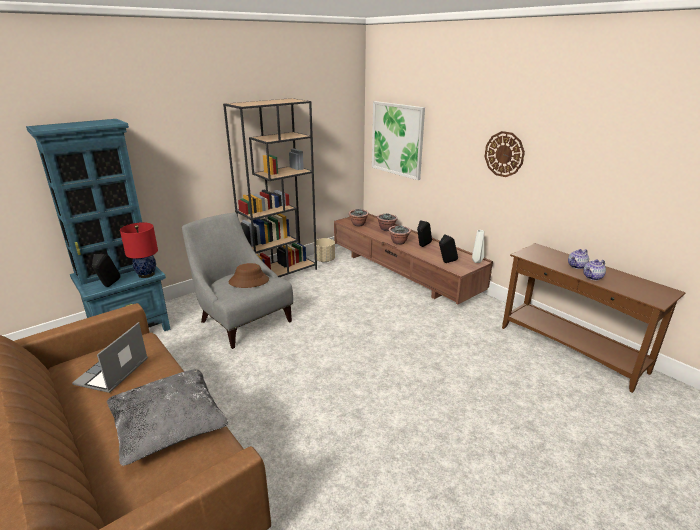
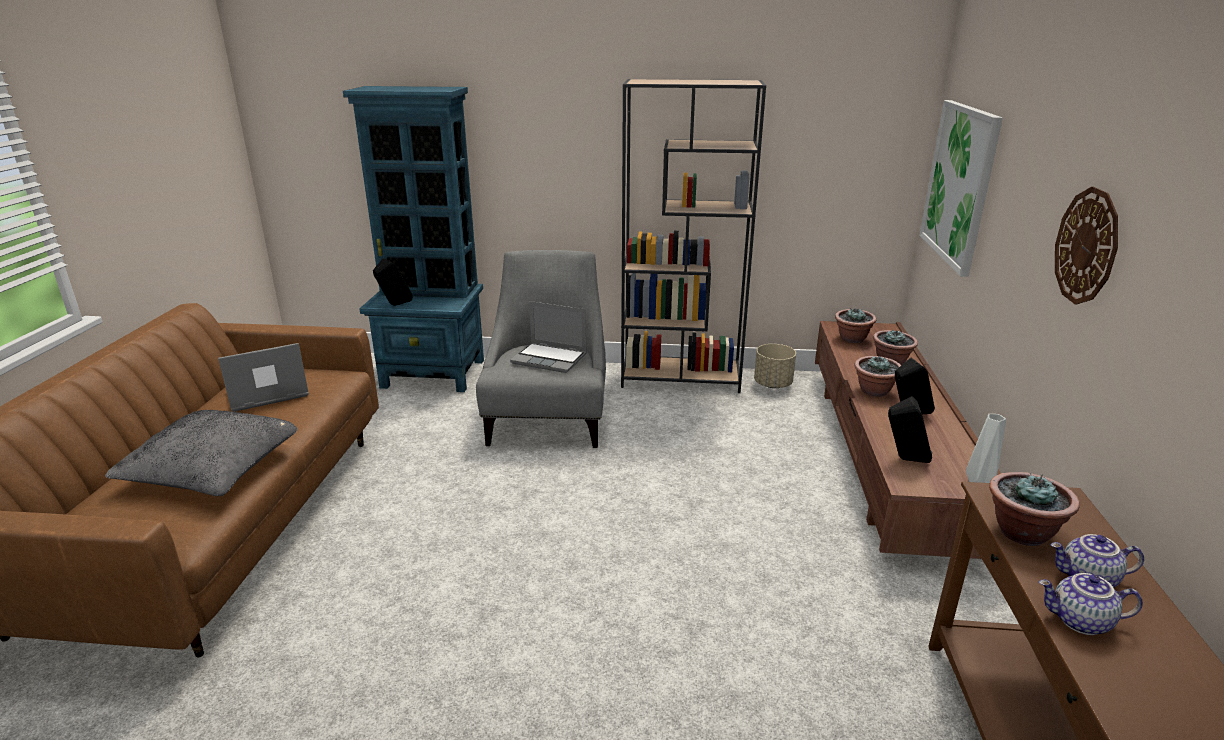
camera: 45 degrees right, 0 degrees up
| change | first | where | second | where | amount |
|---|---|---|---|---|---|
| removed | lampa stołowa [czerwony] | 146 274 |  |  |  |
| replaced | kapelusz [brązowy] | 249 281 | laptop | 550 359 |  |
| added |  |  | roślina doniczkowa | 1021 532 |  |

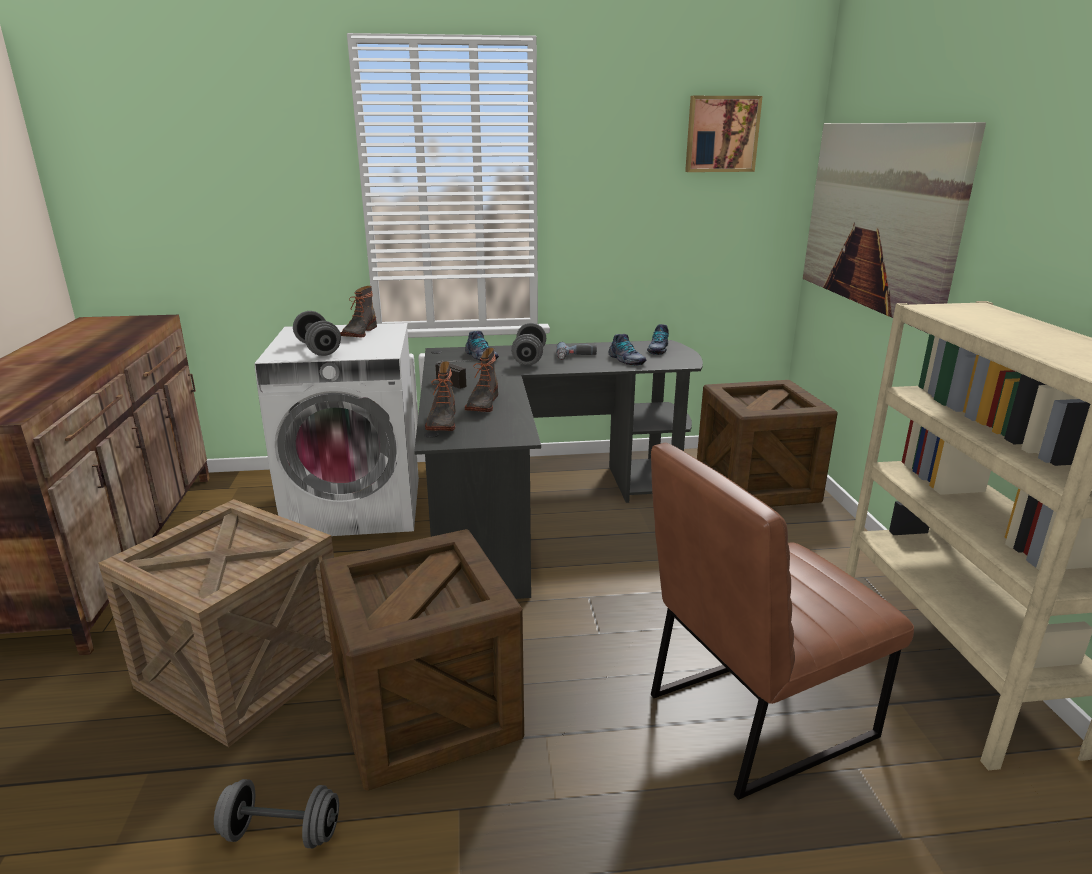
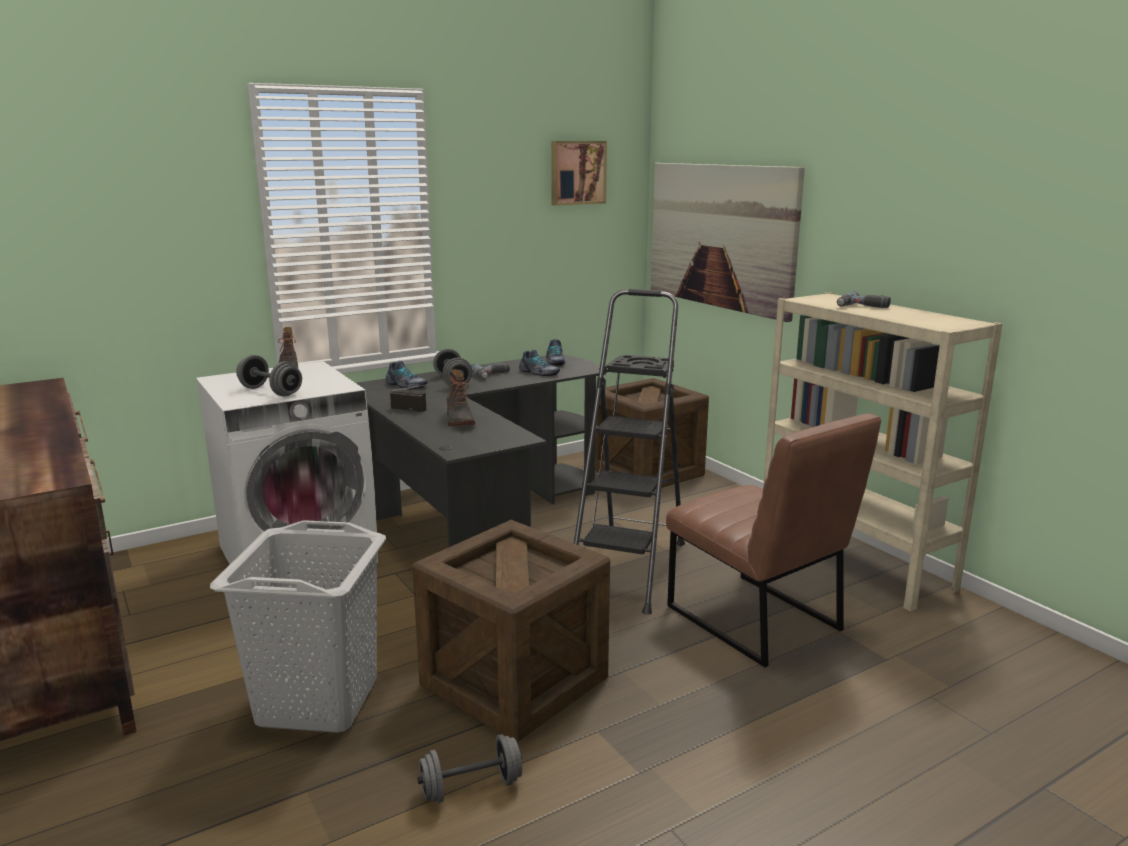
camera: 25 degrees left, 5 degrees down
| change | first | where | second | where | amount |
|---|---|---|---|---|---|
| replaced | skrzynka | 243 671 | kosz na pranie [szary] | 319 701 |  |
| removed | but z cholewką | 441 422 |  |  |  |
| turned | krzesło [brązowy] | 754 716 |  | 756 620 | 75 degrees counterclockwise |
| added |  |  | drabinka | 628 568 |  |
| added |  |  | wiertarka | 862 307 |  |

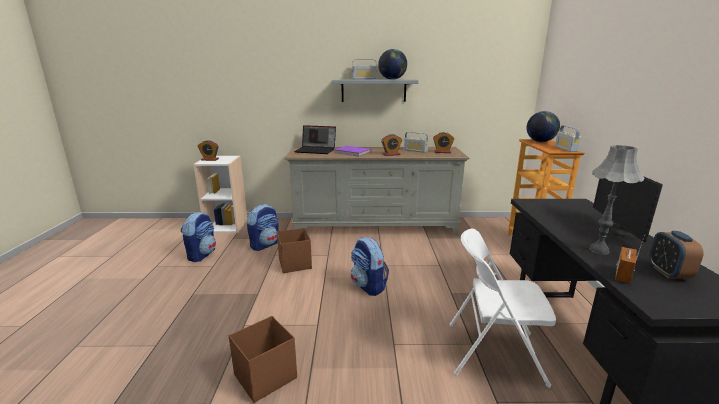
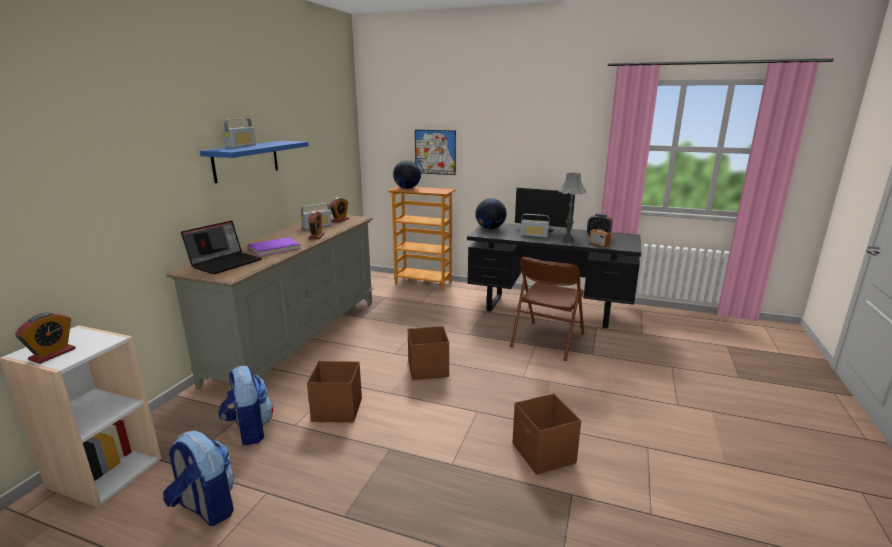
camera: 70 degrees left, 0 degrees up
| change | first | where | second | where | amount |
|---|---|---|---|---|---|
| recoloured | półka [szary] | 373 90 | półka [niebieski] | 246 160 |  |
| replaced | plecak | 368 286 | pojemnik do przechowywania [brązowy] | 429 369 |  |
| moved | globus | 392 79 |  | 490 228 |  |
| recoloured | krzesło [biały] | 494 352 | krzesło [brązowy] | 547 340 |  |
| moved | radio | 566 149 |  | 534 235 |  |
| added |  |  | obraz | 435 152 |  |

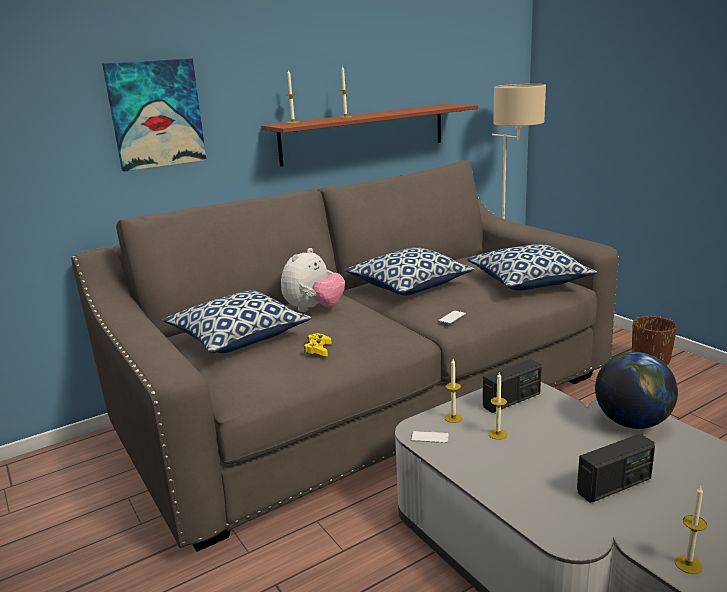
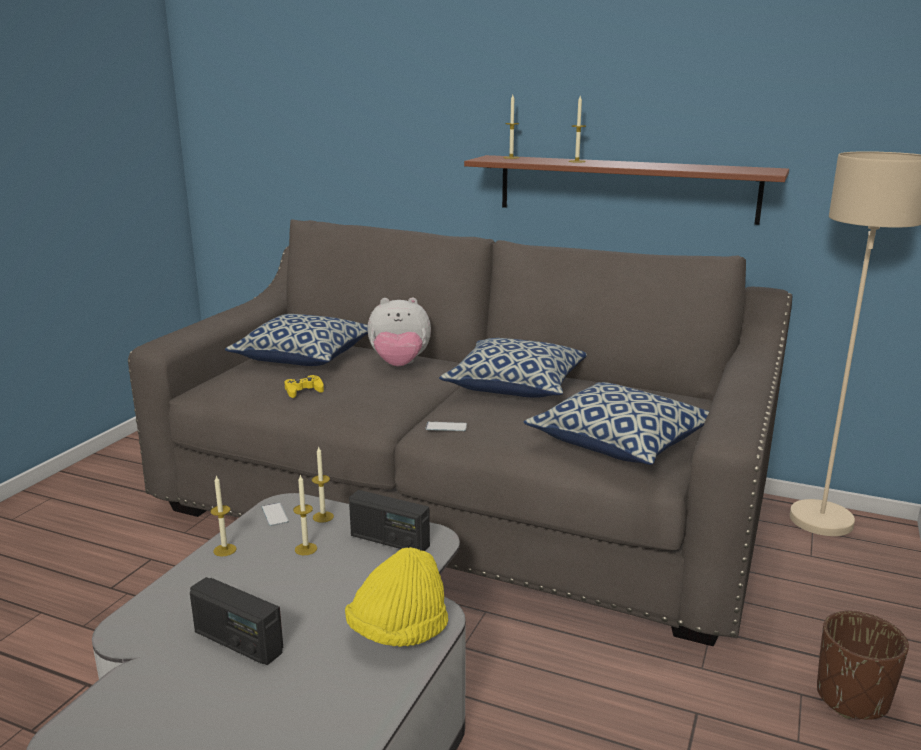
camera: 55 degrees right, 0 degrees up
| change | first | where | second | where | amount |
|---|---|---|---|---|---|
| removed | obraz | 156 114 |  |  |  |
| replaced | globus | 632 422 | kapelusz [żółty] | 398 632 |  |
| moved | świeca | 688 564 |  | 225 550 |  |

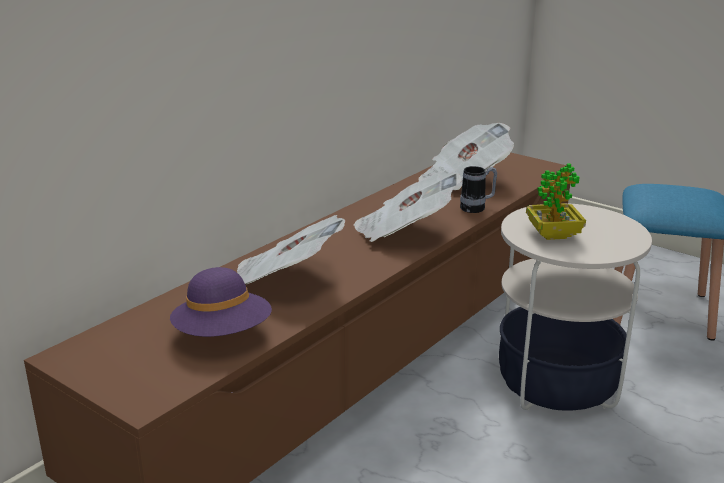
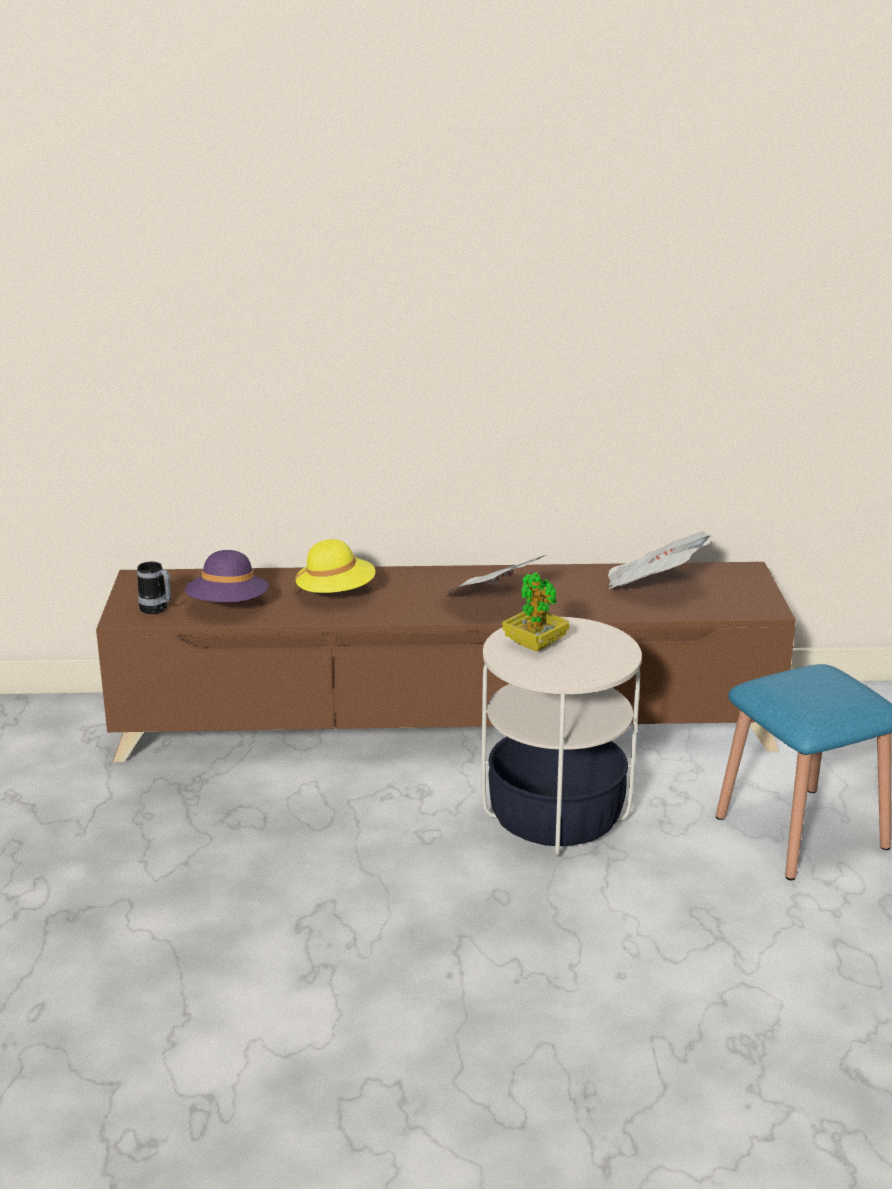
camera: 50 degrees right, 0 degrees up
| change | first | where | second | where | amount |
|---|---|---|---|---|---|
| replaced | gazeta | 286 279 | kapelusz [żółty] | 336 593 |  |
| moved | kubek | 477 208 |  | 157 610 |  |

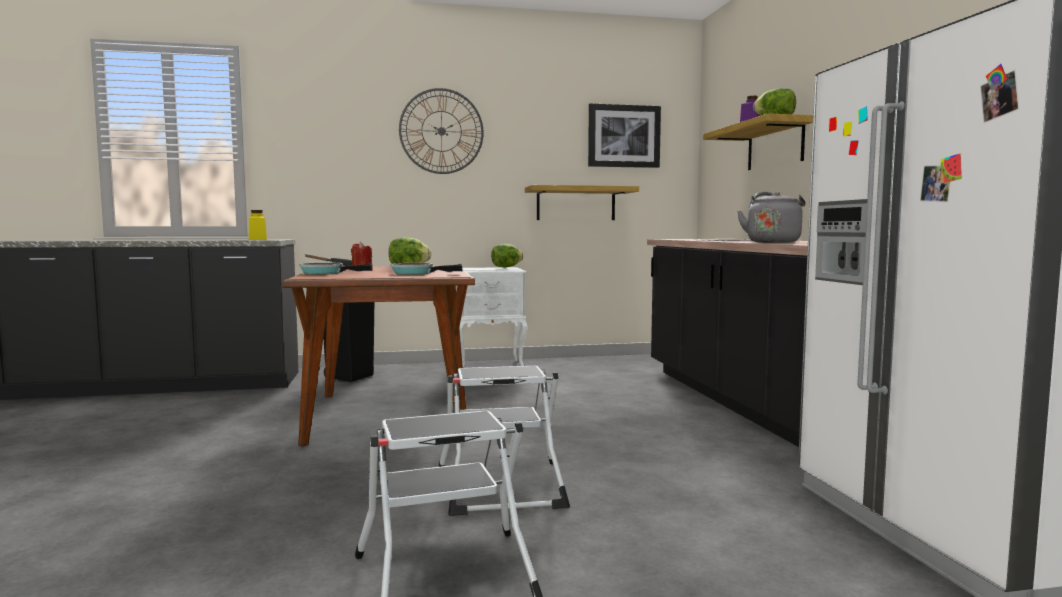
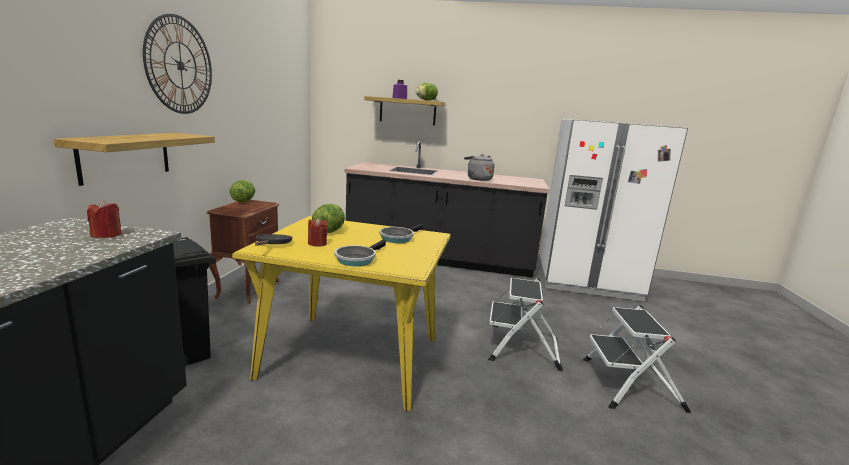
camera: 70 degrees left, 10 degrees up
| change | first | where | second | where | amount |
|---|---|---|---|---|---|
| replaced | słoik [żółty] | 258 239 | świeca [czerwony] | 107 235 |  |
| recoloured | stół jadalny [brązowy] | 388 414 | stół jadalny [żółty] | 351 357 |  |
| recoloured | szafka nocna [biały] | 490 365 | szafka nocna [brązowy] | 248 289 |  |
| moved | półka | 576 204 |  | 125 156 |  |
| removed | obraz | 624 136 |  |  |  |

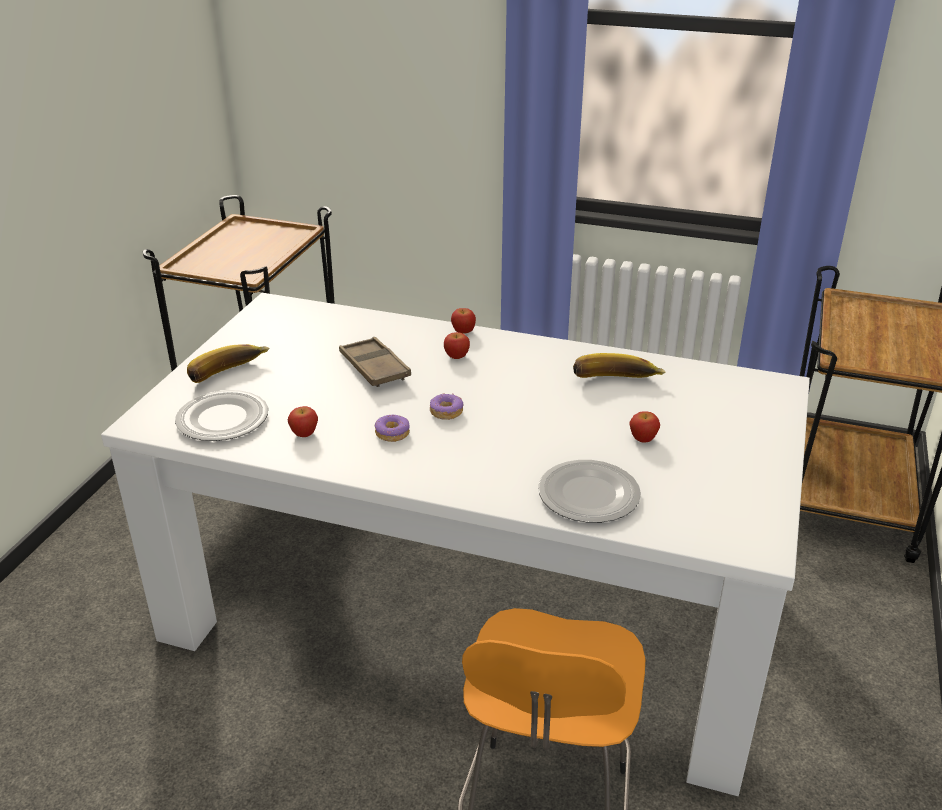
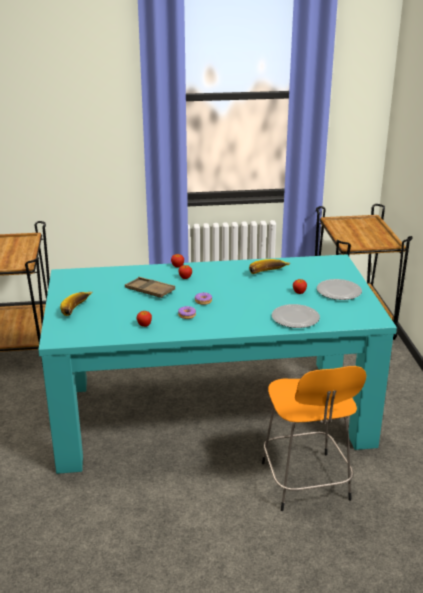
camera: 25 degrees left, 5 degrees down
| change | first | where | second | where | amount |
|---|---|---|---|---|---|
| recoloured | stół jadalny [biały] | 471 609 | stół jadalny [turkusowy] | 211 412 |  |
| moved | talerz | 221 419 |  | 338 291 |  |

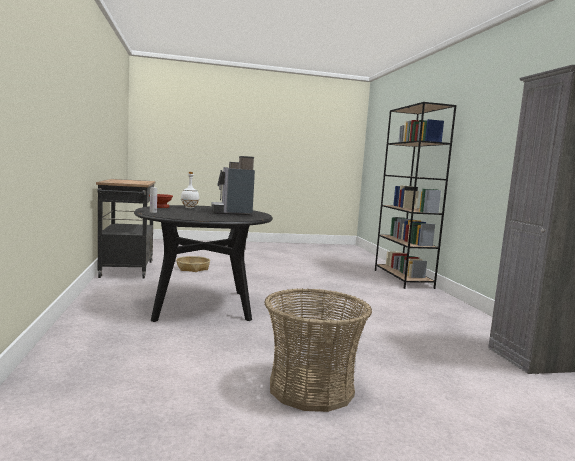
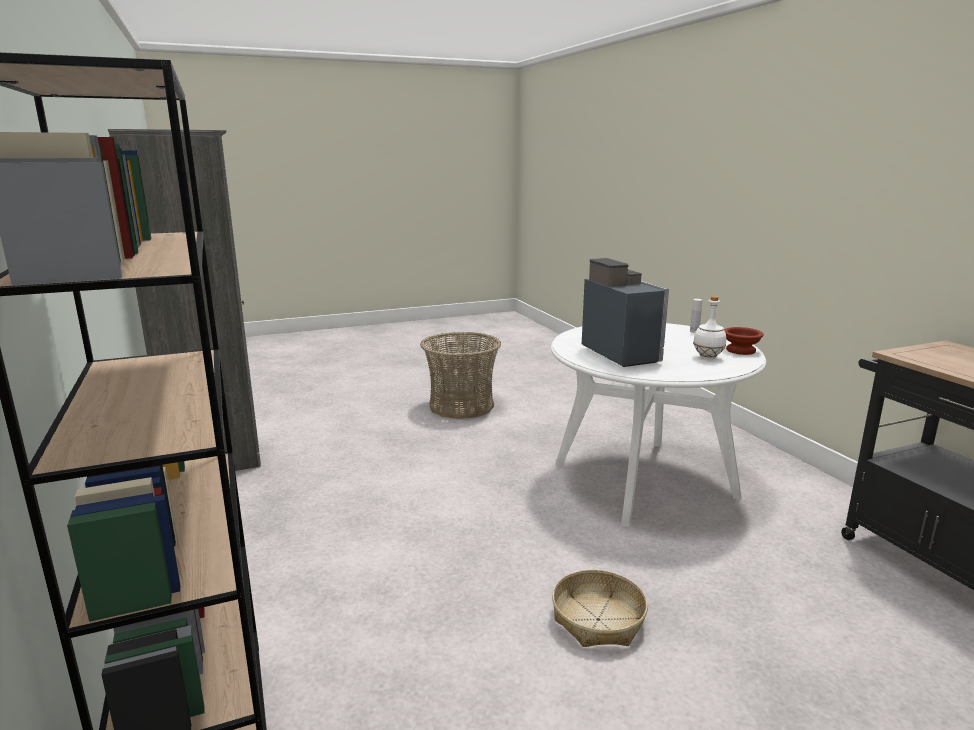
camera: 170 degrees right, 10 degrees up
| change | first | where | second | where | amount |
|---|---|---|---|---|---|
| recoloured | stół jadalny [czarny] | 201 305 | stół jadalny [biały] | 643 480 |  |
| moved | koszyk | 192 268 |  | 598 619 |  |

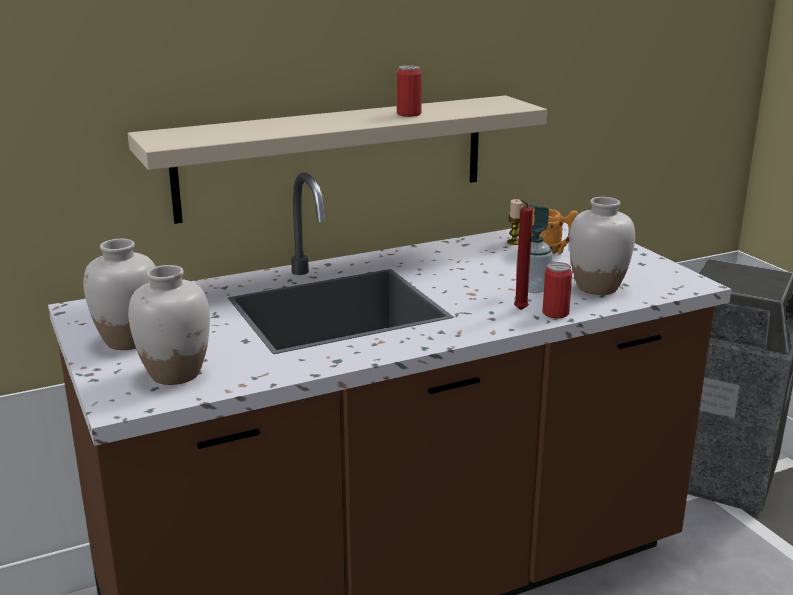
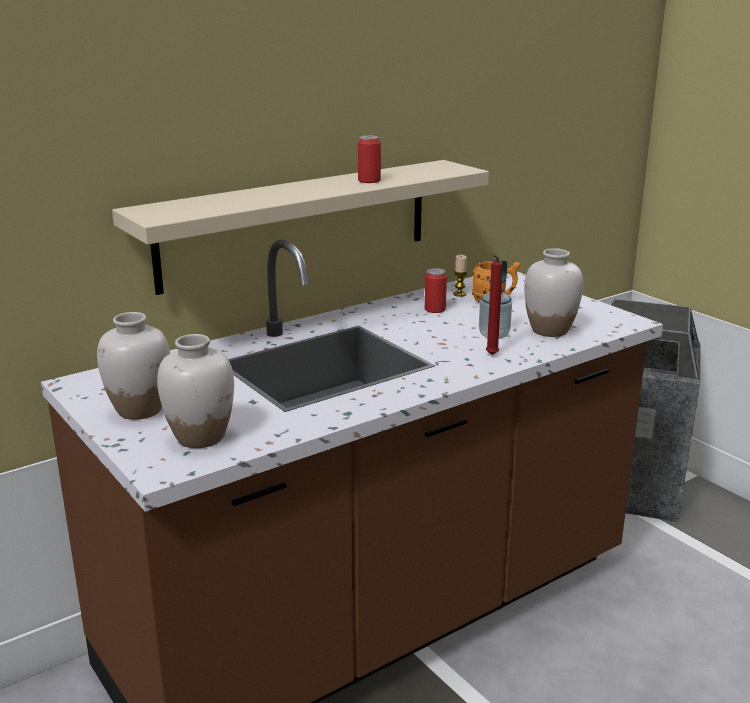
camera: 10 degrees left, 0 degrees up
| change | first | where | second | where | amount |
|---|---|---|---|---|---|
| moved | puszka | 555 313 |  | 435 309 |  |

